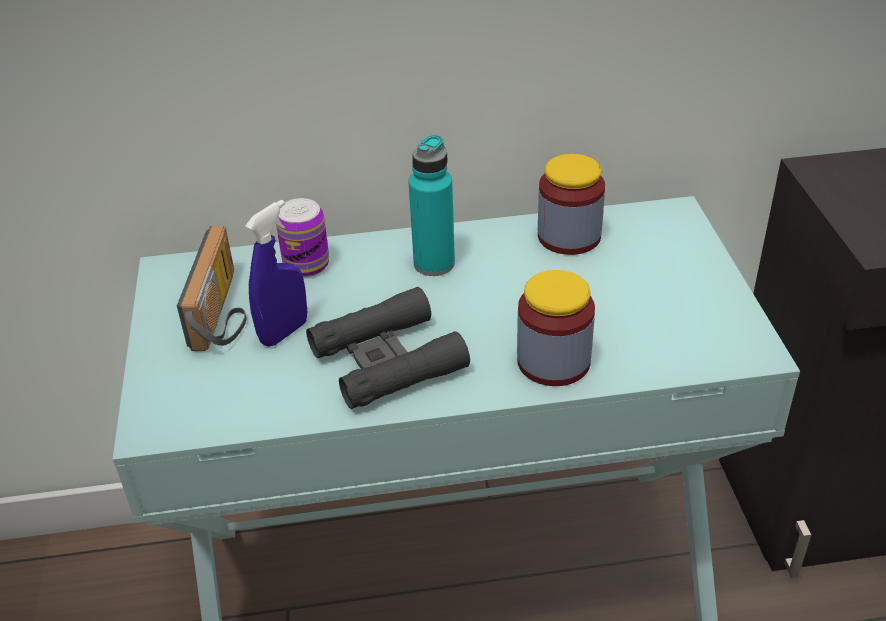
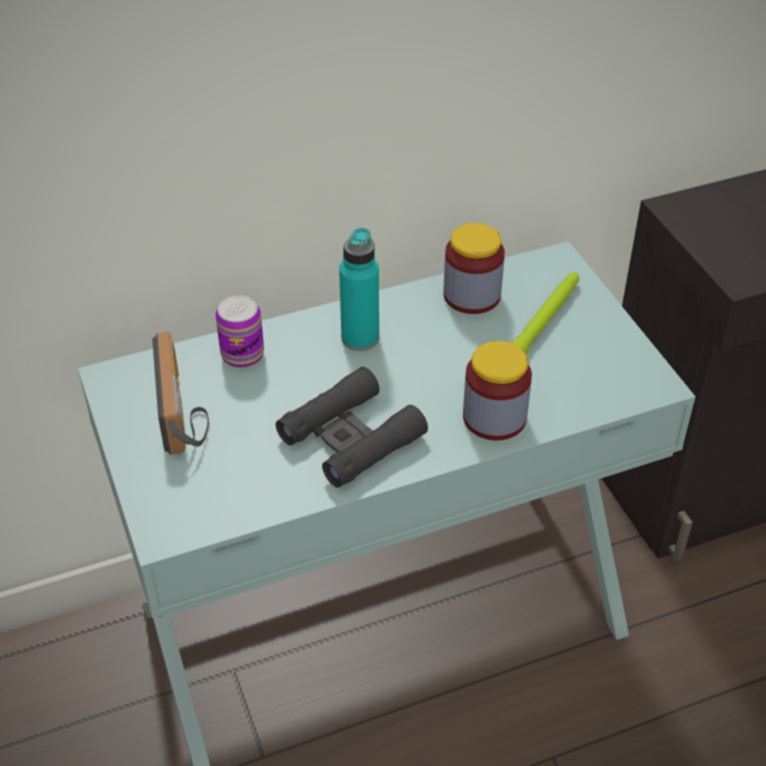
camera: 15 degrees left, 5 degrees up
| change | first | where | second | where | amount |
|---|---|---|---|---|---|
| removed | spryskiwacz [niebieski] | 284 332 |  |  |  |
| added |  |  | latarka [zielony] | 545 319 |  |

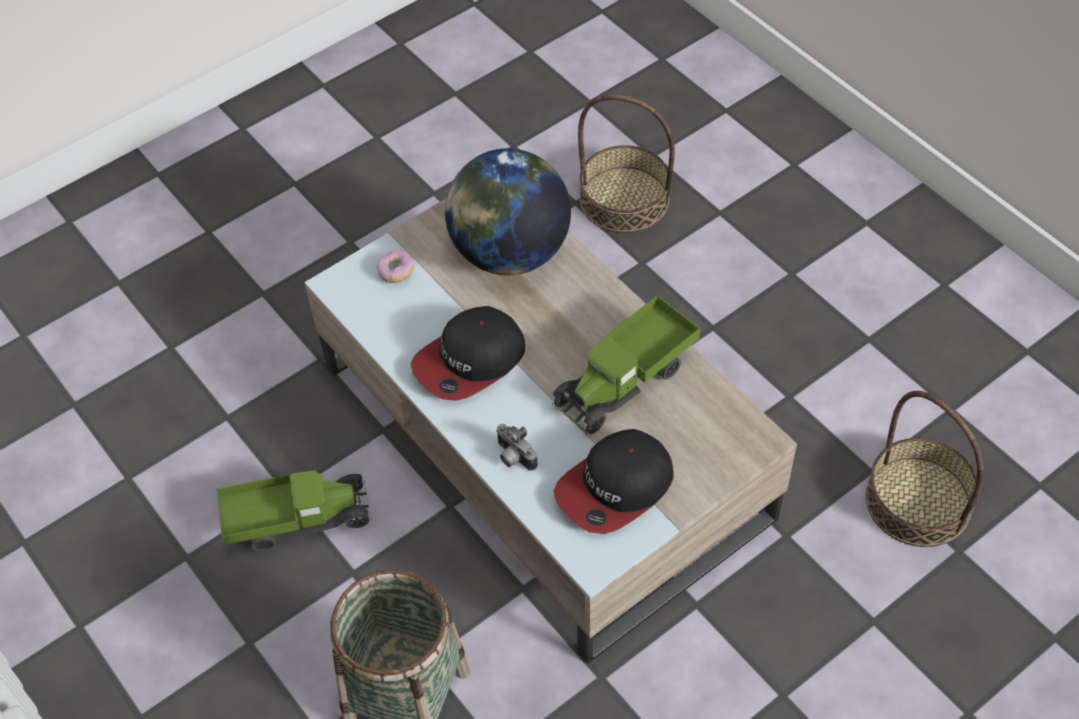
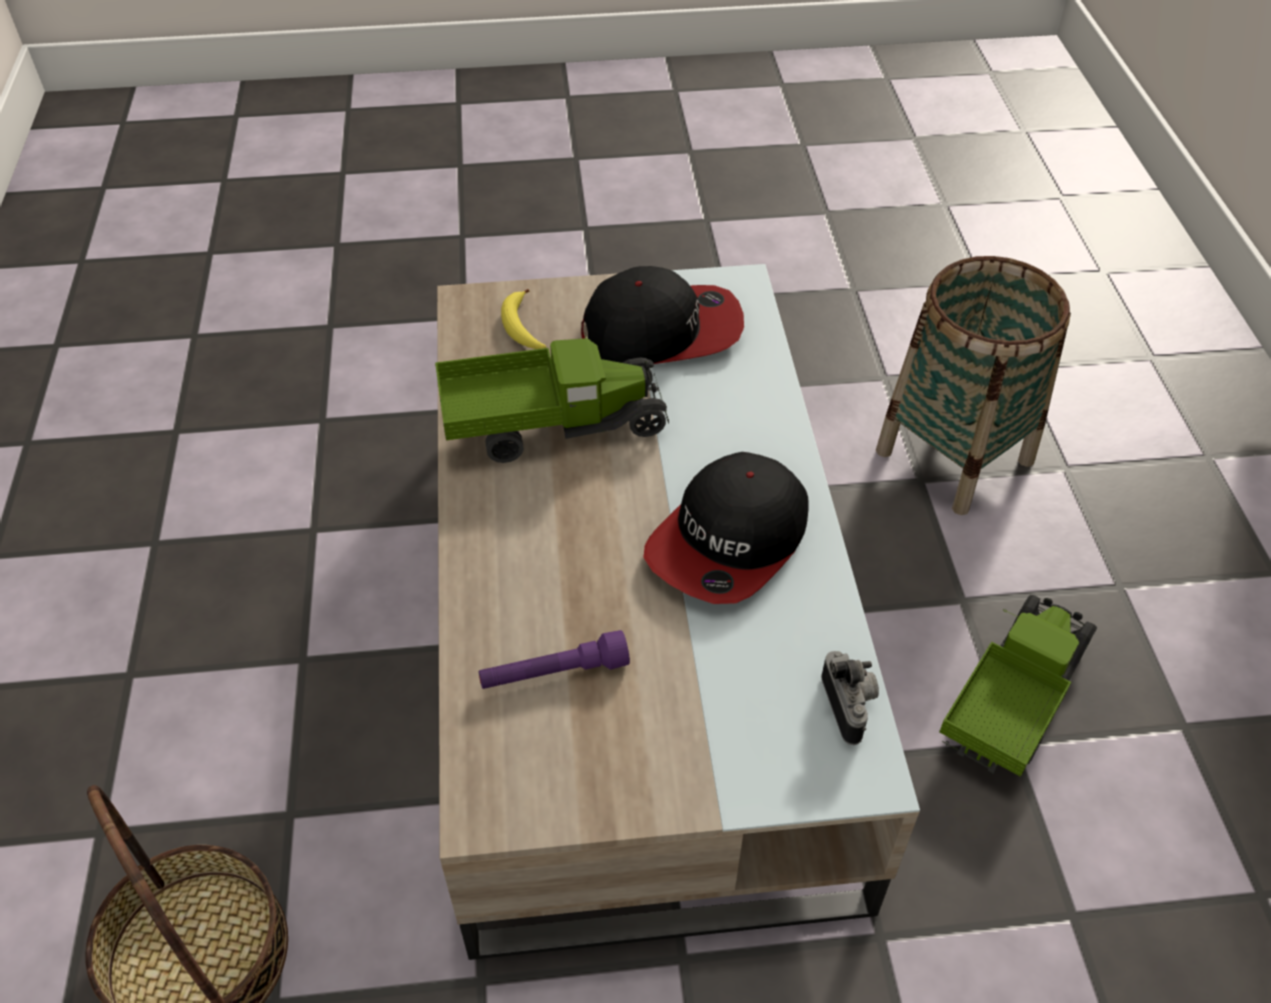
camera: 150 degrees left, 5 degrees down
| change | first | where | second | where | amount |
|---|---|---|---|---|---|
| turned | ciężarówka zabawkowa | 296 519 |  | 1012 699 | 105 degrees clockwise |
| removed | donut | 396 272 |  |  |  |
| turned | czapka z daszkiem | 470 361 |  | 729 541 | 135 degrees clockwise |
| replaced | globus | 509 252 | latarka [fioletowy] | 554 673 |  |
| moved | aparat fotograficzny | 513 457 |  | 850 707 |  |
| removed | koszyk | 918 501 |  |  |  |
| added |  |  | banan | 522 328 |  |

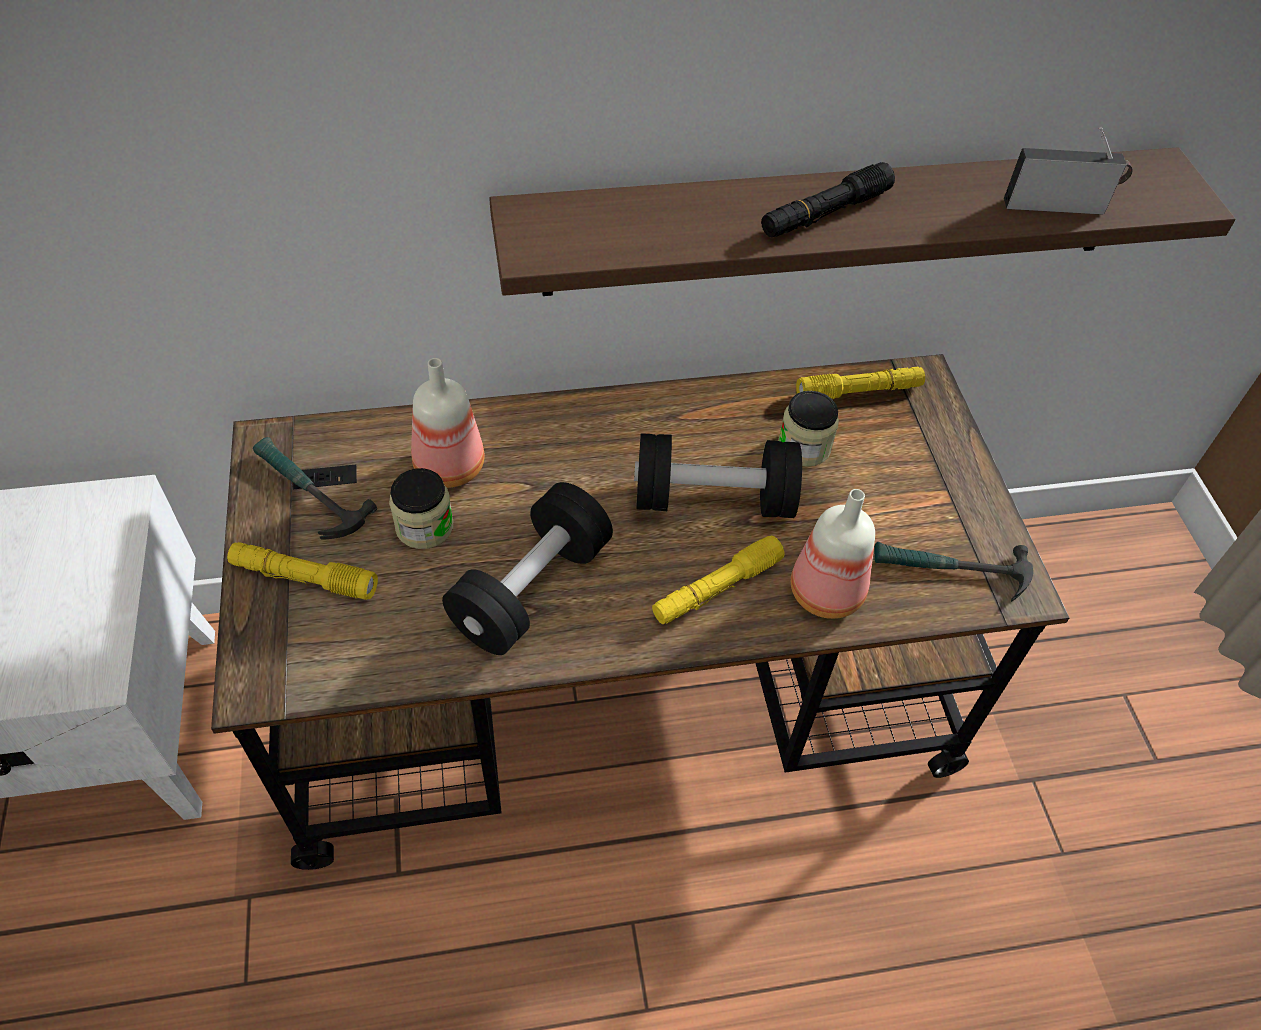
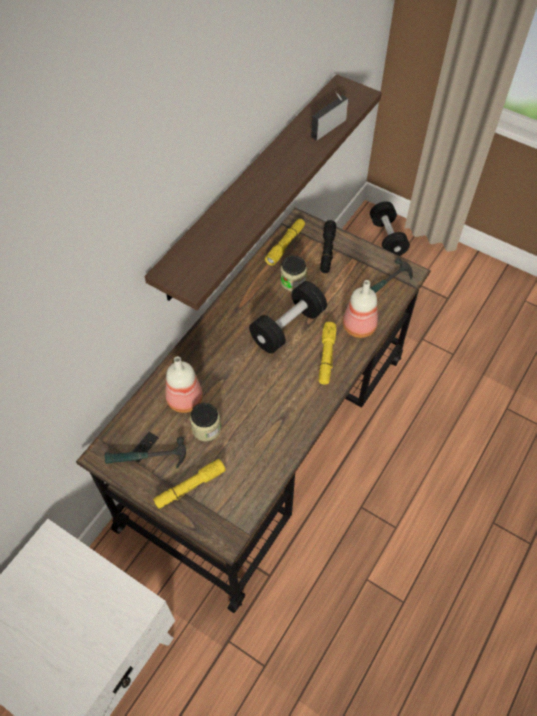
camera: 45 degrees left, 5 degrees up
| change | first | where | second | where | amount |
|---|---|---|---|---|---|
| moved | hantel [czarny] | 531 589 |  | 387 237 |  |
| moved | latarka [czarny] | 825 213 |  | 327 250 |  |

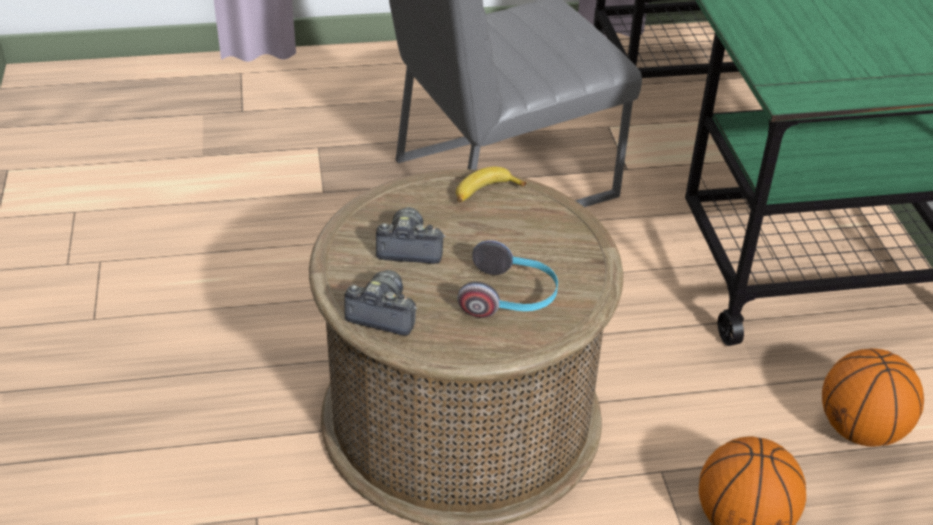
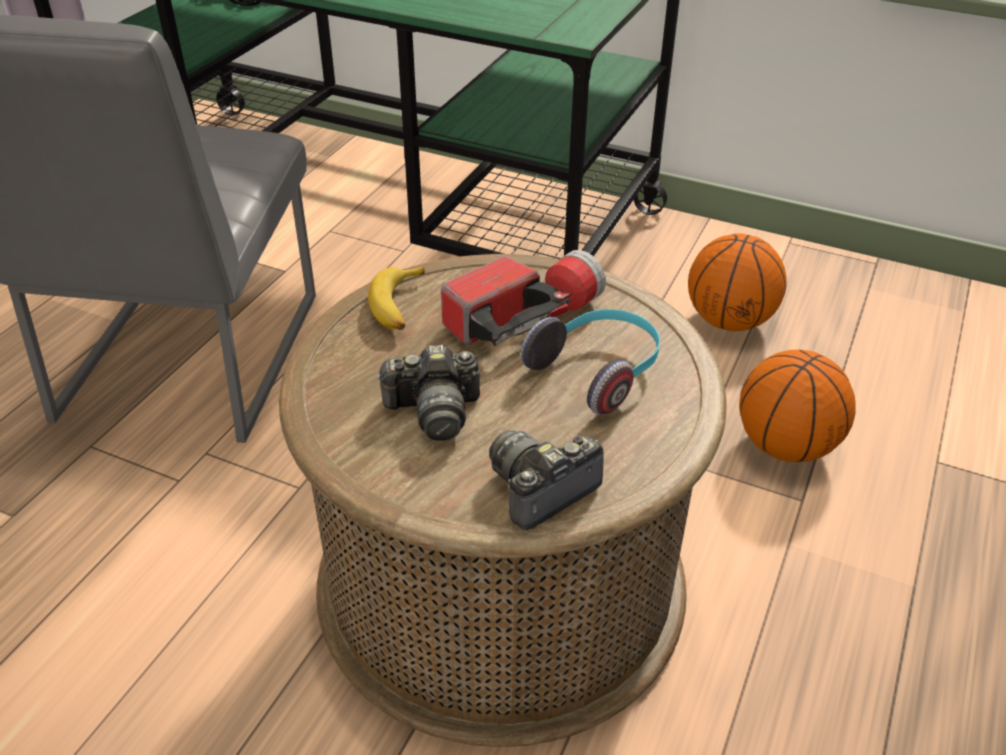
camera: 55 degrees left, 0 degrees up
| change | first | where | second | where | amount |
|---|---|---|---|---|---|
| turned | aparat fotograficzny | 409 248 |  | 434 411 | 135 degrees counterclockwise |
| added |  |  | latarka | 523 317 |  |

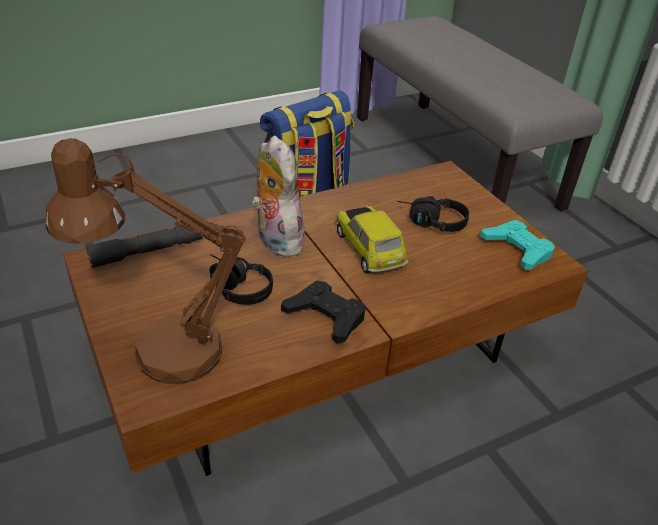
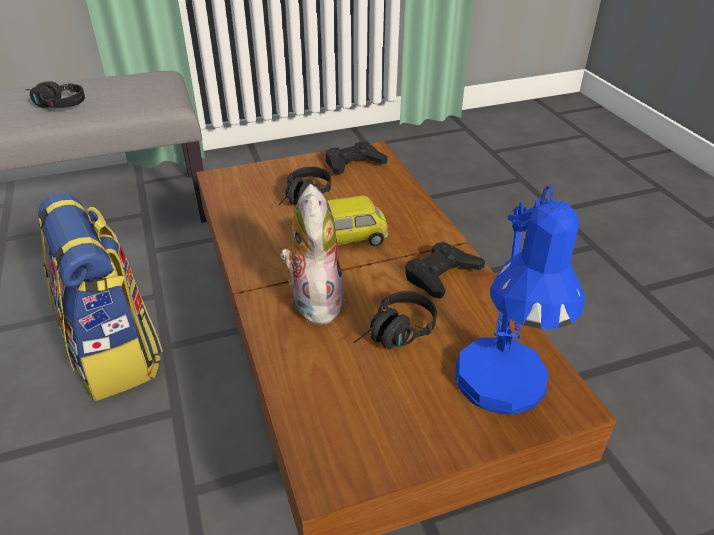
camera: 80 degrees left, 0 degrees up
| change | first | where | second | where | amount |
|---|---|---|---|---|---|
| recoloured | lampa stołowa [brązowy] | 160 351 | lampa stołowa [niebieski] | 501 394 |  |
| removed | latarka [szary] | 147 252 |  |  |  |
| turned | pluszak | 276 240 |  | 314 300 | 105 degrees clockwise |
| recoloured | pad do gier [turkusowy] | 517 249 | pad do gier [czarny] | 353 163 |  |
| added |  |  | słuchawki [czarny] | 54 105 |  |

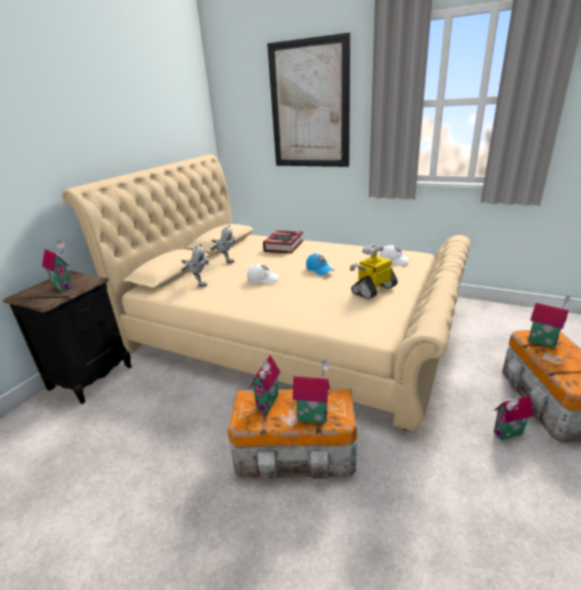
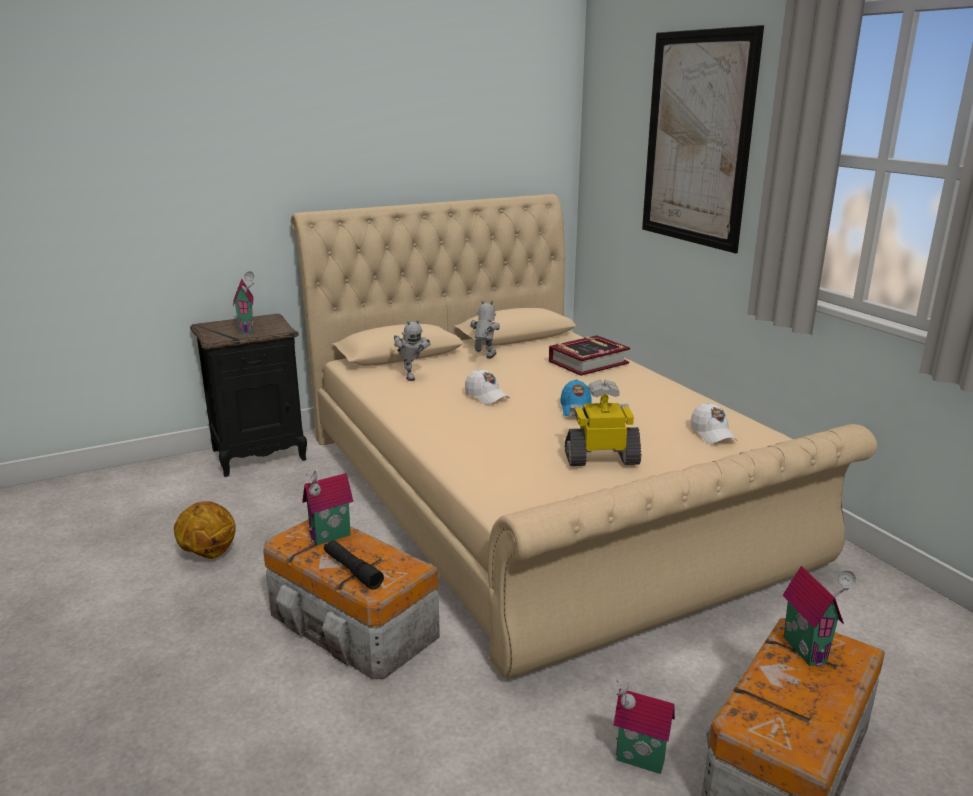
camera: 35 degrees right, 5 degrees down
| change | first | where | second | where | amount |
|---|---|---|---|---|---|
| turned | robot zabawkowy | 226 261 |  | 484 359 | 135 degrees counterclockwise |
| replaced | domek | 313 416 | latarka [czarny] | 352 570 |  |
| added |  |  | piłka do koszykówki | 208 554 |  |

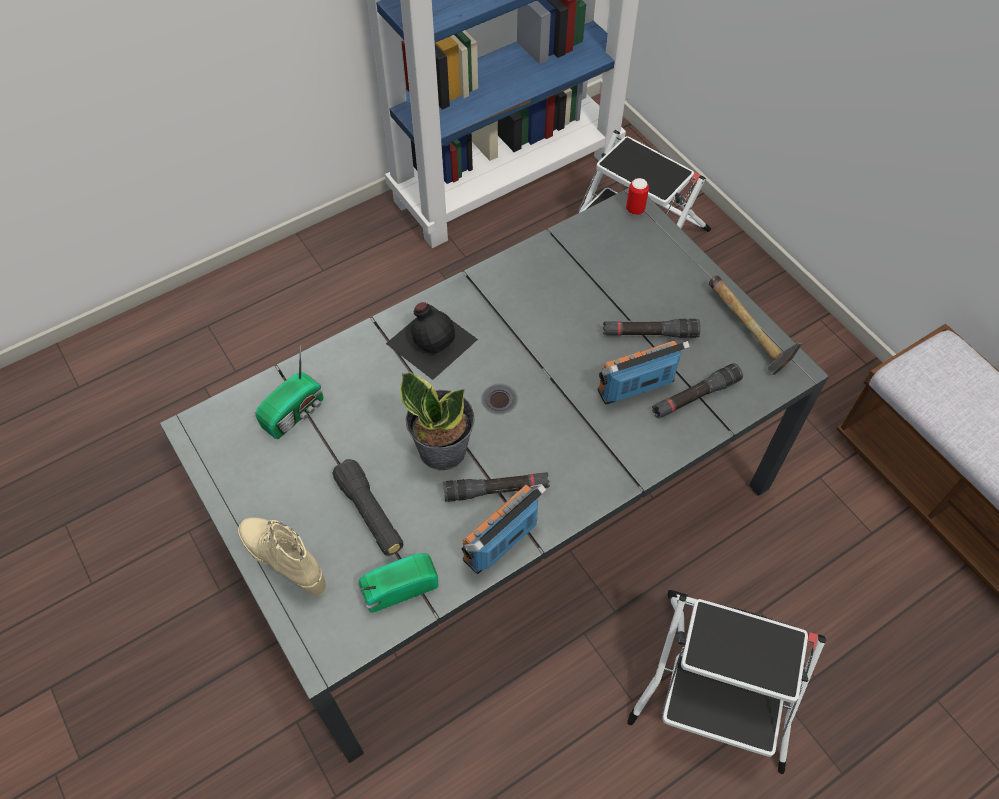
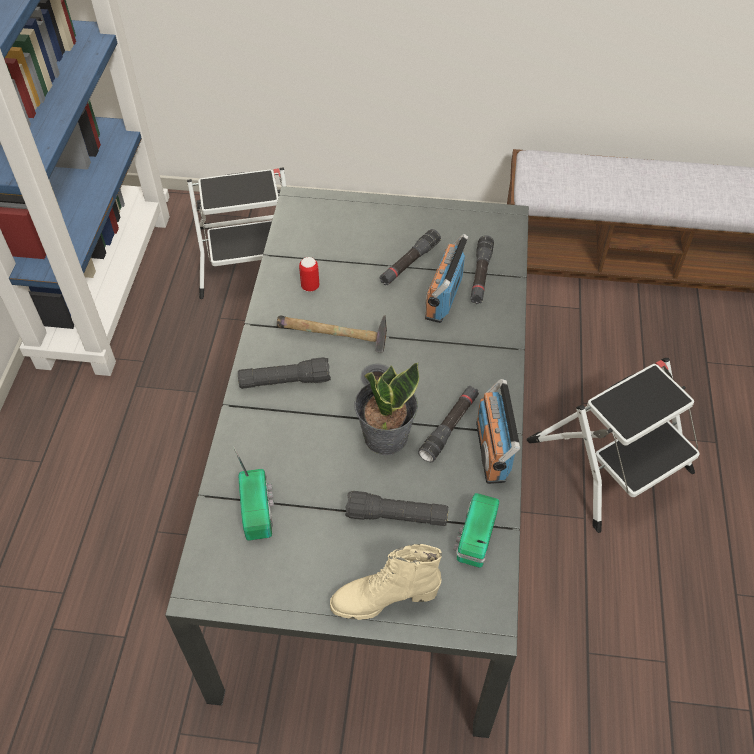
camera: 50 degrees left, 5 degrees down
| change | first | where | second | where | amount |
|---|---|---|---|---|---|
| replaced | butelka [czarny] | 431 340 | latarka [czarny] | 285 381 |  |
| moved | puszka | 635 209 |  | 310 286 |  |
| moved | młotek | 747 332 |  | 335 338 |  |

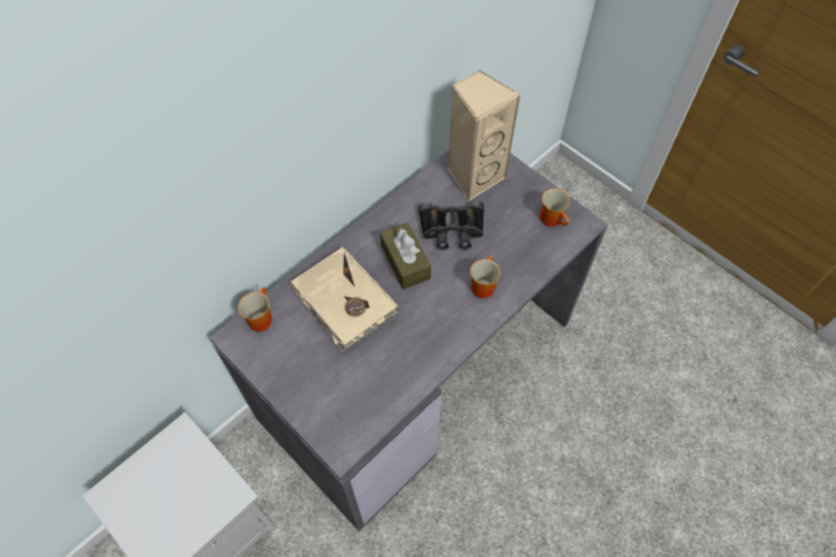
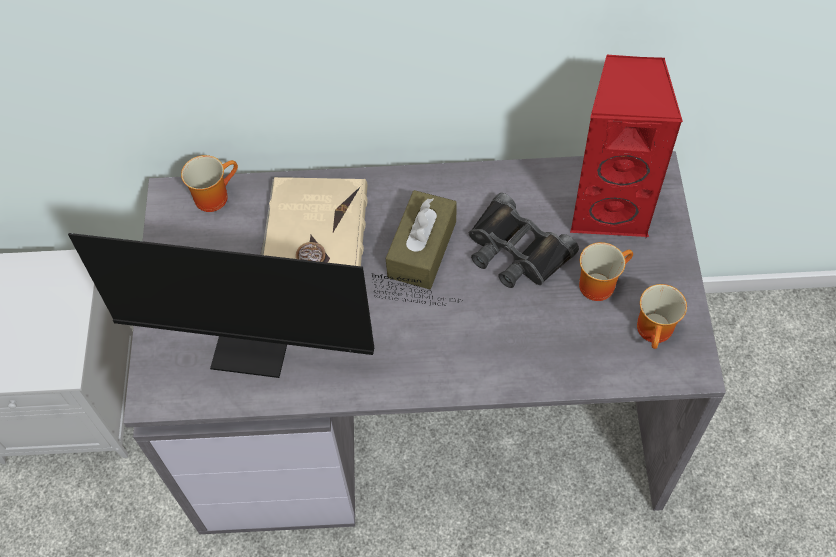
camera: 45 degrees right, 0 degrees up
| change | first | where | second | where | amount |
|---|---|---|---|---|---|
| recoloured | głośnik [beżowy] | 474 176 | głośnik [czerwony] | 610 207 |  |
| moved | kubek | 481 285 |  | 598 282 |  |
| added |  |  | monitor | 265 347 |  |

